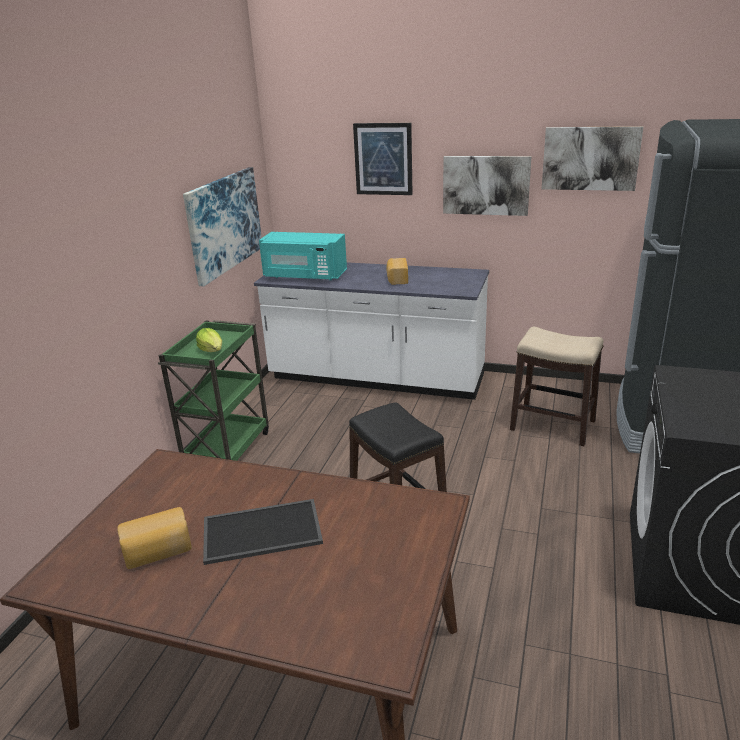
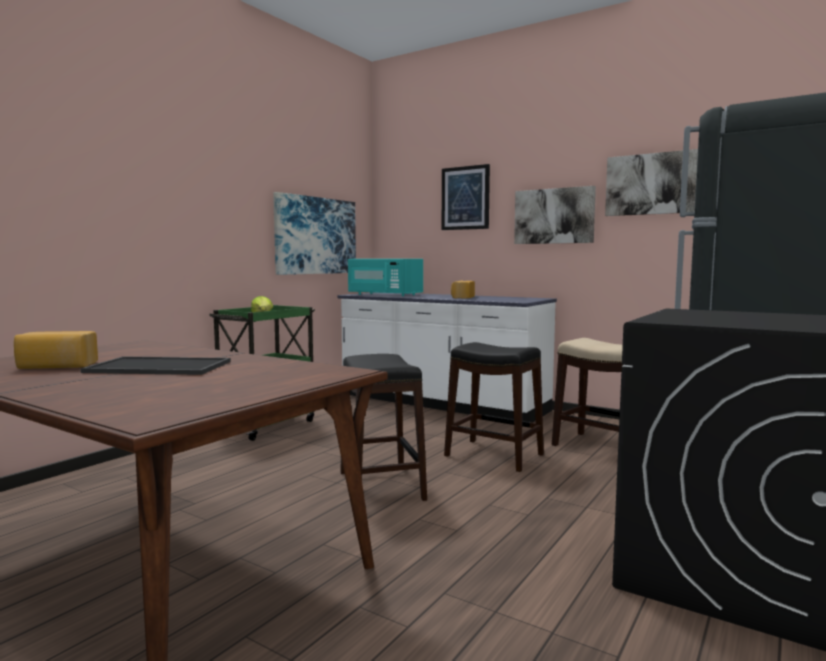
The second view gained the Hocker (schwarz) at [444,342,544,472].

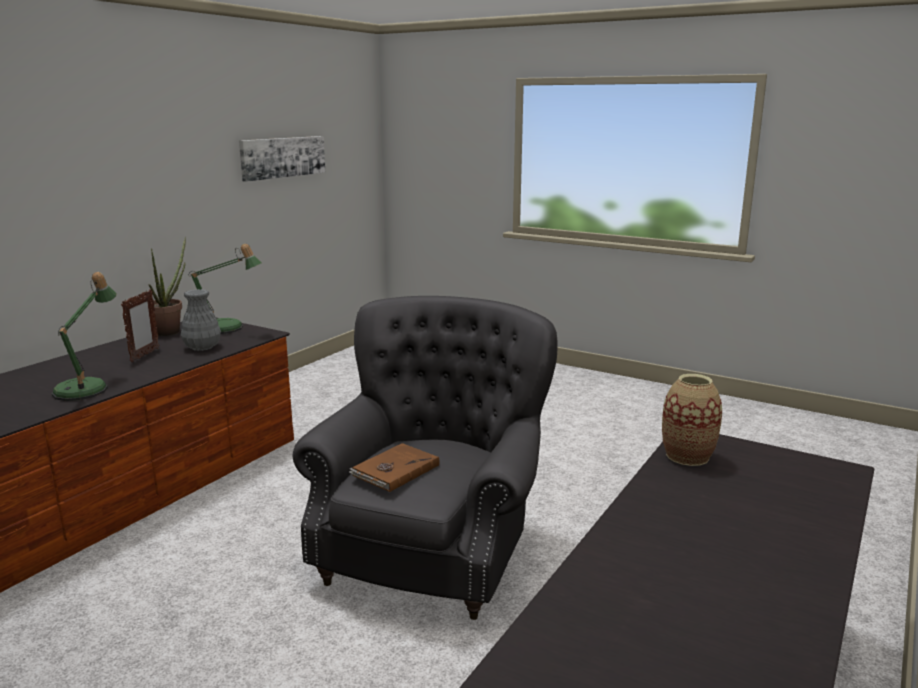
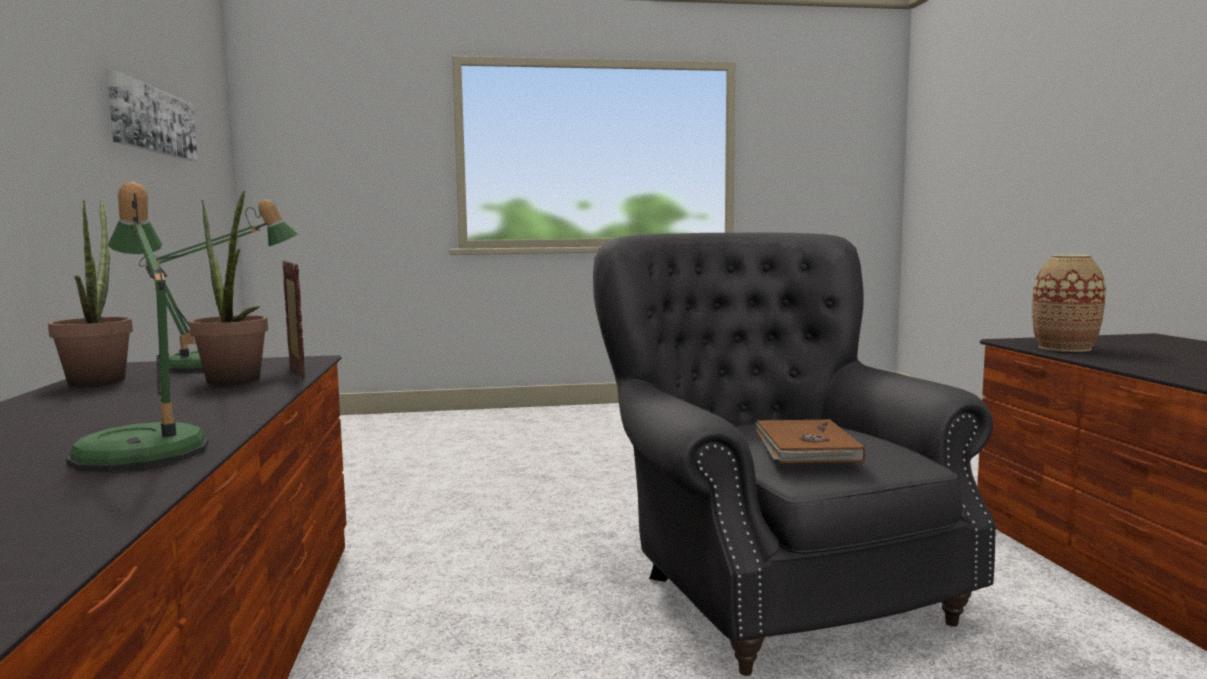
Where the Vase (grau) stood at [181,289,221,351], the Topfpflanze came to stand at [189,191,268,385].
The Bilderrahmen ended up elsewhere, having gone from [121,289,159,362] to [283,261,305,379].

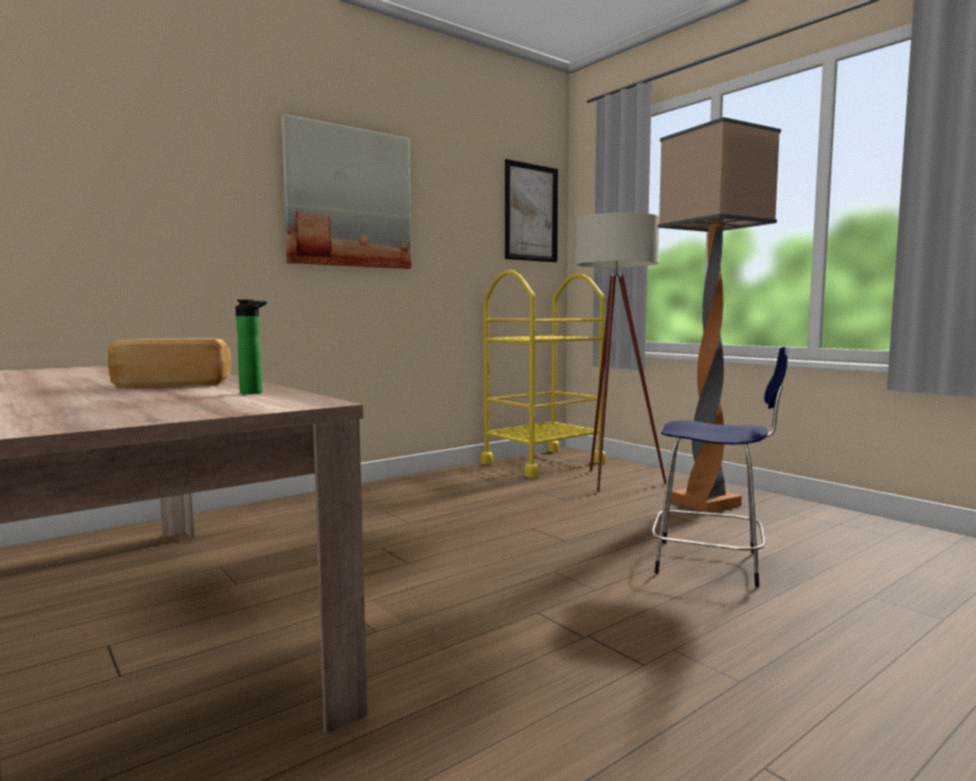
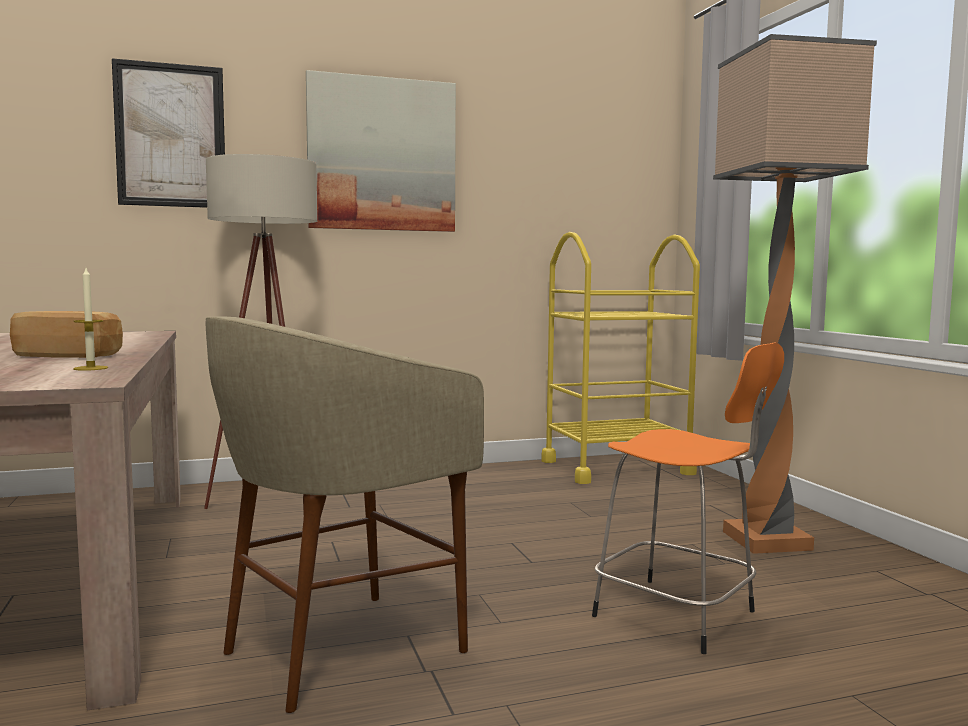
Where the Flasche stood at [235,299,267,394], the Kerze came to stand at [73,268,108,371].
The Bild ended up elsewhere, having gone from [505,159,558,262] to [112,58,225,208].
The Stehlampe (beige) ended up elsewhere, having gone from [575,212,666,492] to [204,154,317,509].
The second view gained the Hocker (beige) at [205,316,484,713].
What was the Hocker (blau) at [651,347,788,587] turned into the Hocker (orange) at [592,342,784,654].

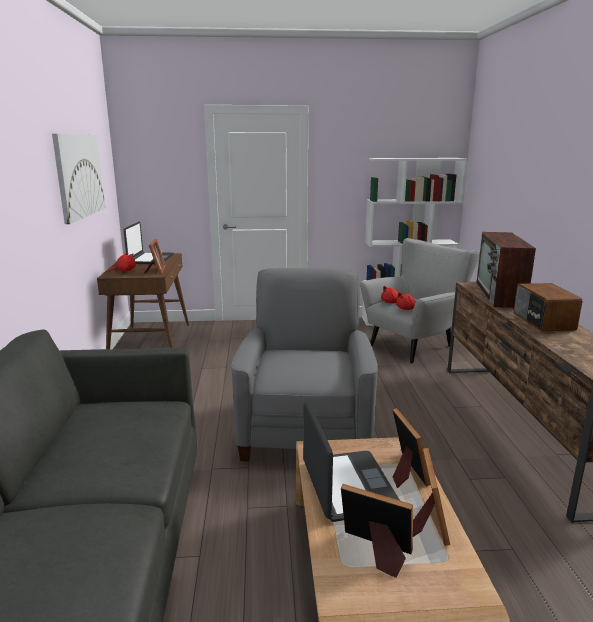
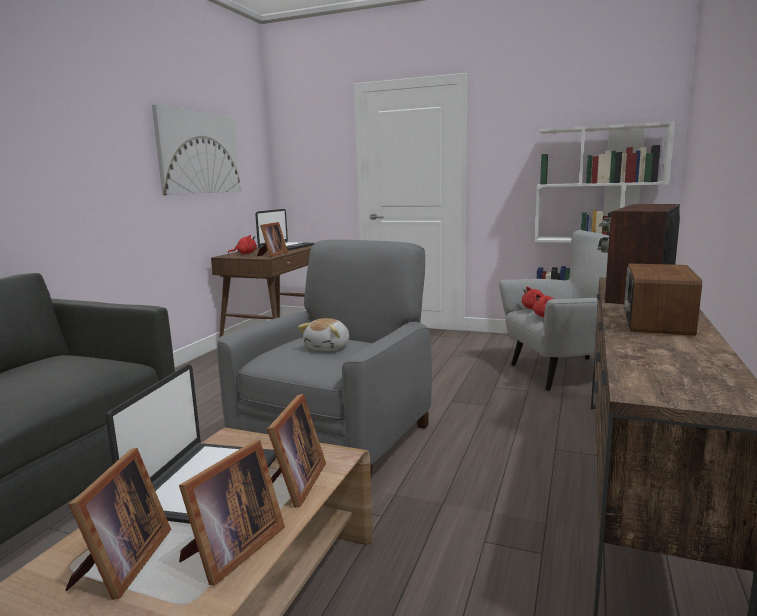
The Bilderrahmen at [341,484,413,578] ended up facing another way, 45 degrees clockwise from before.
The second view gained the Plüschtier at [298,318,349,351].

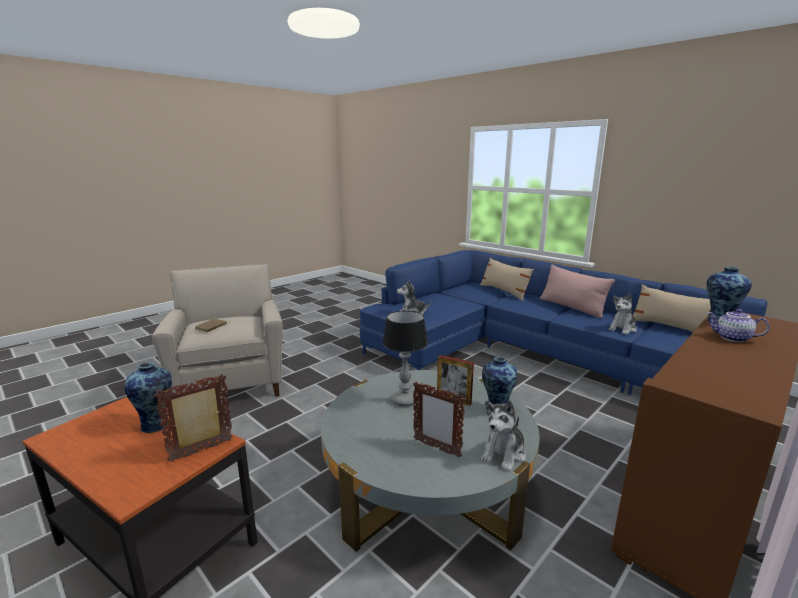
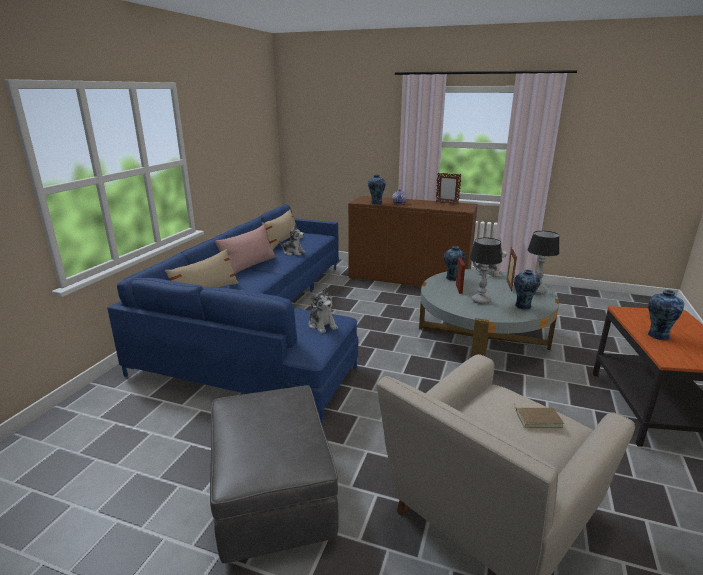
The second view gained the Polsterhocker (grau) at [210,385,339,563].
The Bilderrahmen ended up elsewhere, having gone from [154,374,233,462] to [436,173,462,205].
The second view gained the Vase at [514,270,540,310].
The second view gained the Tischlampe at [528,231,559,294].

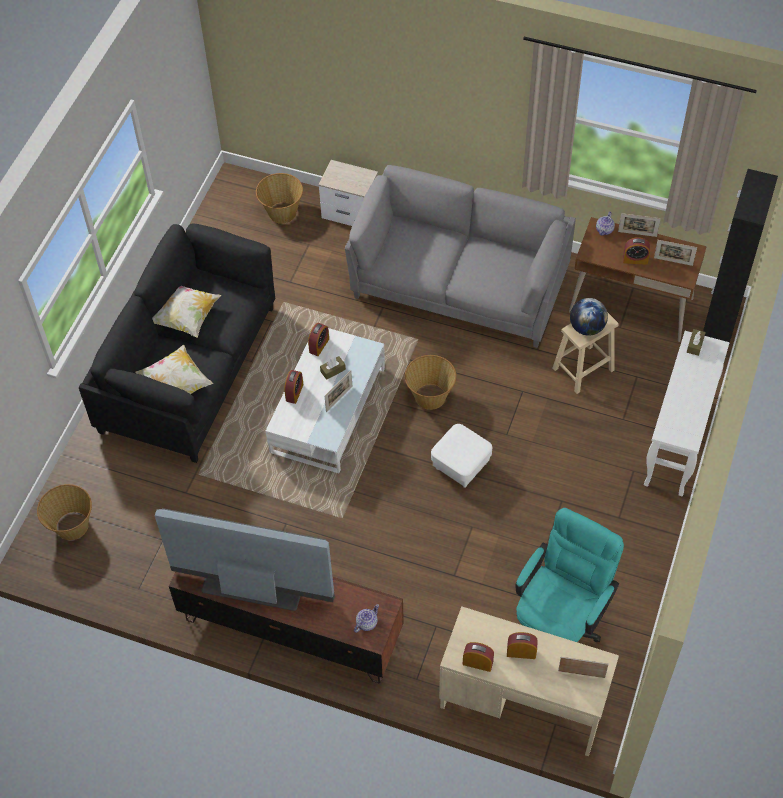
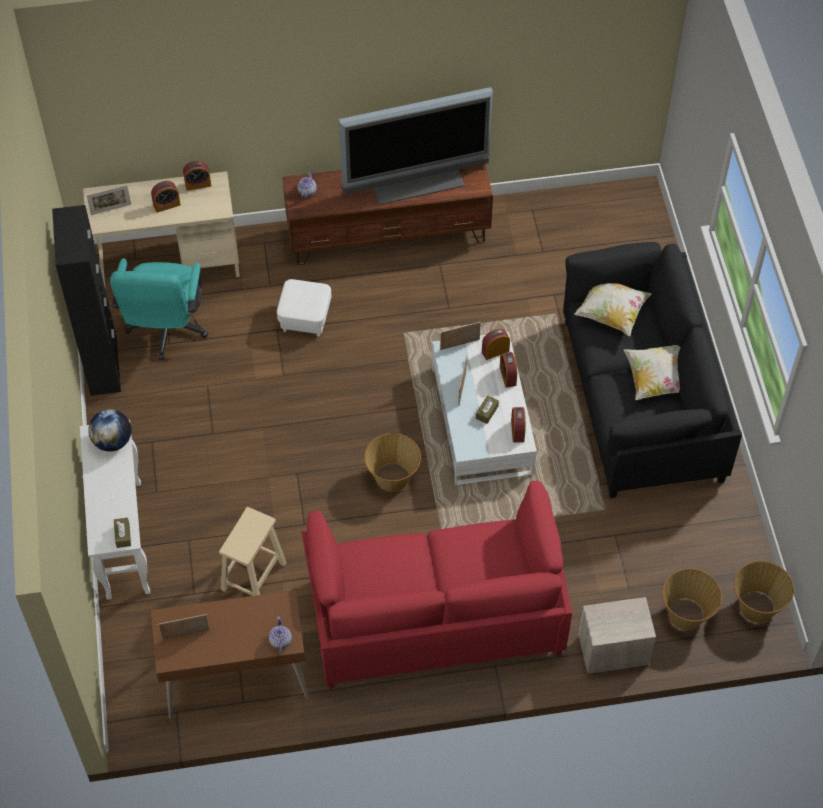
The Schrank (schwarz) ended up elsewhere, having gone from [703,169,778,347] to [52,205,121,396].
The Globus ended up elsewhere, having gone from [570,298,608,336] to [88,409,131,452].
The Polsterhocker (weiß) ended up elsewhere, having gone from [431,424,492,488] to [277,279,331,337].
What was the Sofa (grau) at [345,165,576,348] turned into the Sofa (rot) at [301,481,572,689].
The Bilderrahmen ended up elsewhere, having gone from [618,213,661,237] to [440,322,481,350].
The Wecker ended up elsewhere, having gone from [623,237,650,265] to [482,328,510,360].
The Korb ended up elsewhere, having gone from [37,484,92,540] to [734,561,794,623].

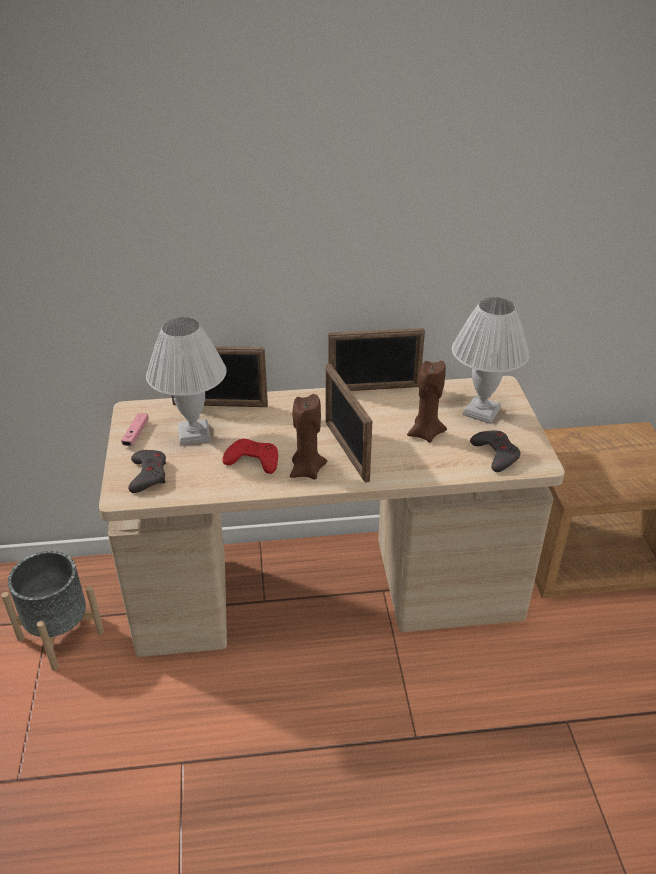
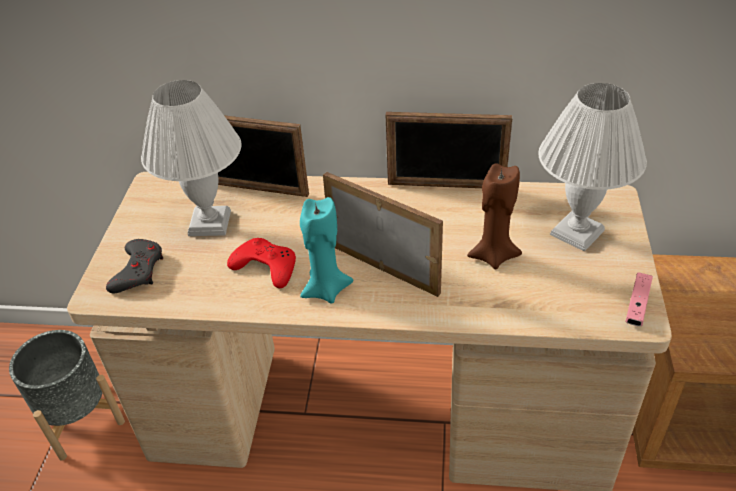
What was the Kerze (braun) at [290,394,327,479] turned into the Kerze (türkis) at [300,197,353,304].
The Bilderrahmen at [325,363,372,483] ended up facing another way, 135 degrees clockwise from before.
The Gamepad (rosa) ended up elsewhere, having gone from [121,413,149,446] to [625,273,653,326].
The second view lost the Gamepad (grau) at [470,431,520,472].

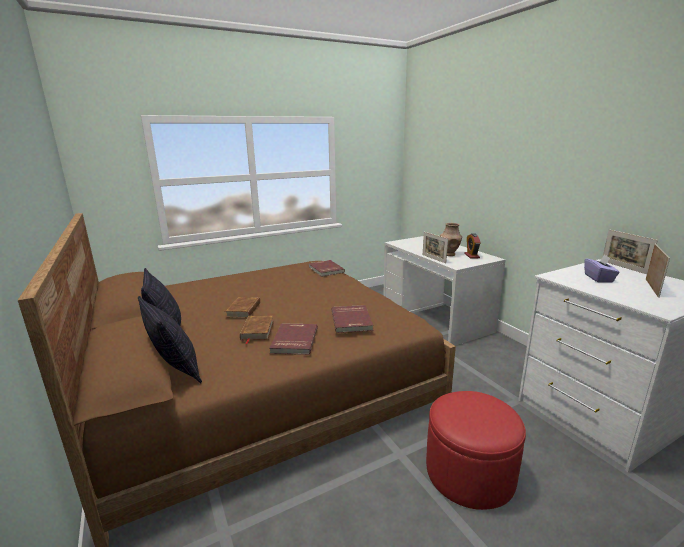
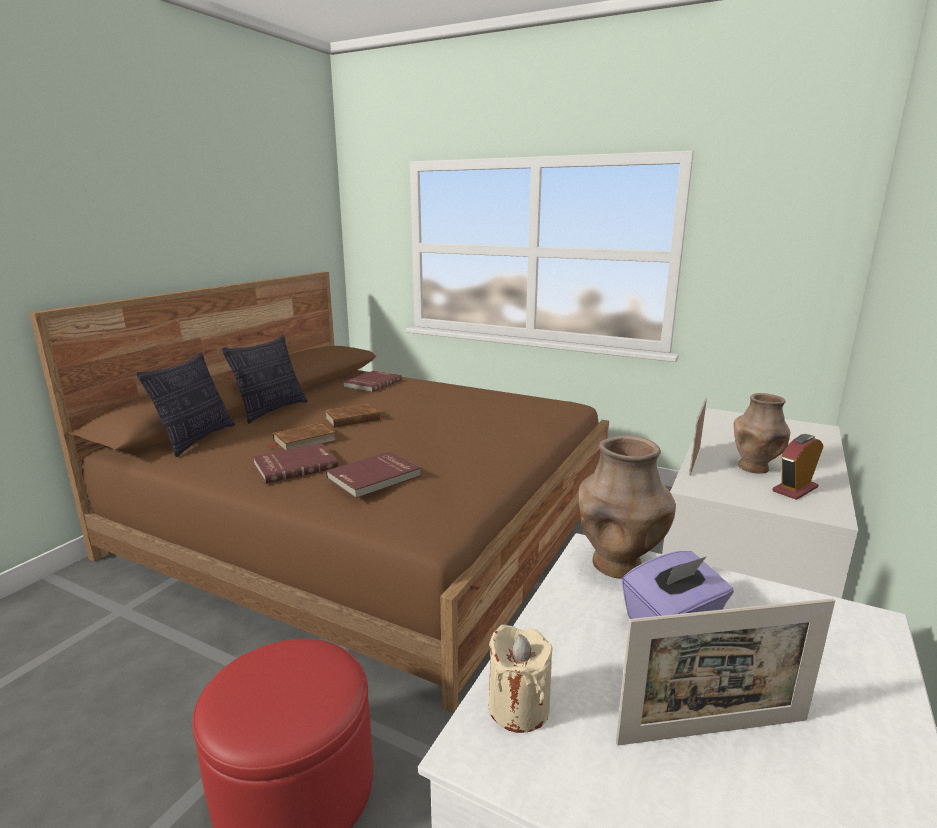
The Buch (rot) ended up elsewhere, having gone from [308,260,345,277] to [343,371,402,392].
The second view gained the Kerze (beige) at [489,624,553,733].
The second view gained the Vase (braun) at [579,436,676,579].
The second view lost the Bilderrahmen at [603,229,658,274].

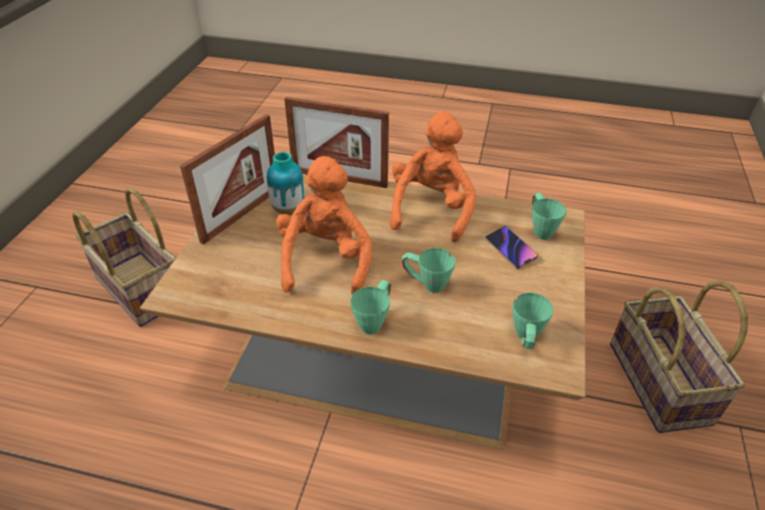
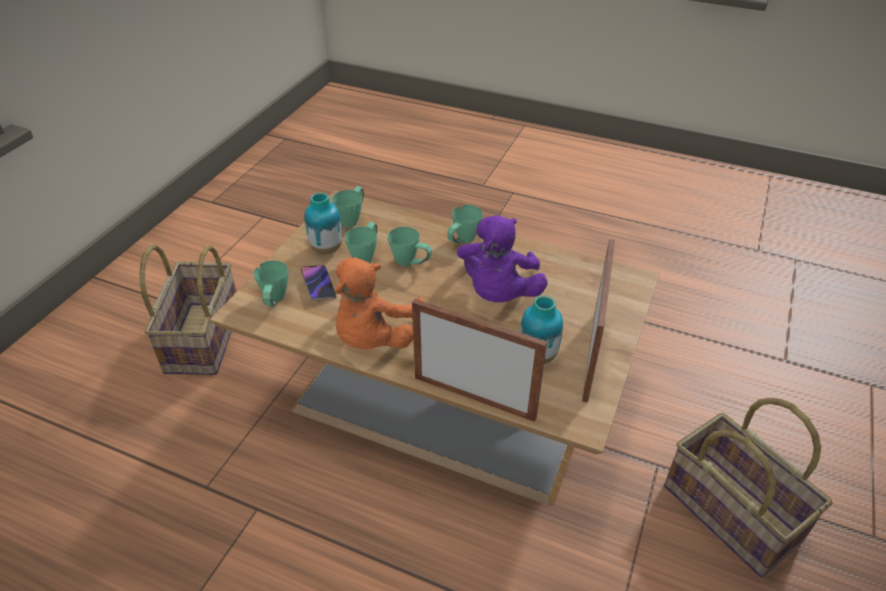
The second view gained the Vase at [305,192,342,254].
The second view gained the Henkelbecher (grün) at [345,222,377,263].
What was the Plüschtier (orange) at [276,156,372,295] turned into the Plüschtier (lila) at [457,215,548,302].
The Bilderrahmen at [180,114,275,245] ended up facing another way, 150 degrees clockwise from before.

